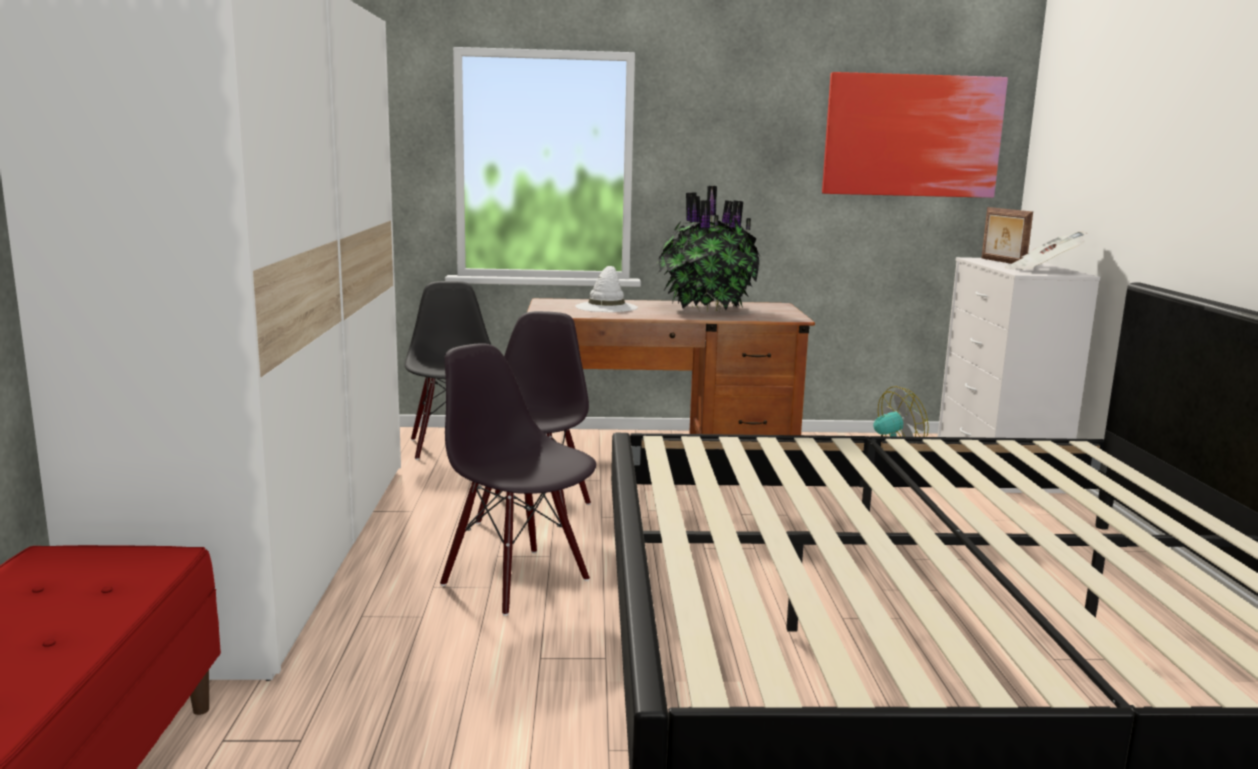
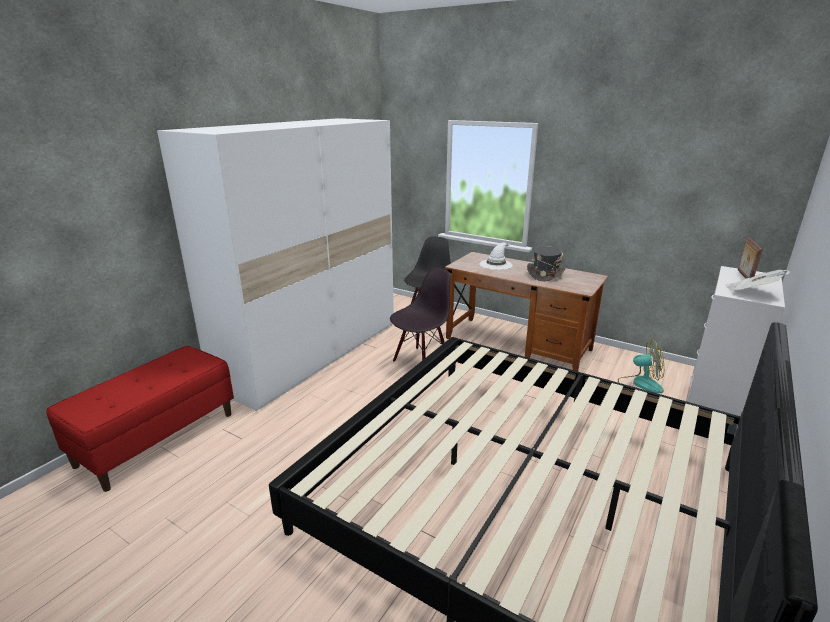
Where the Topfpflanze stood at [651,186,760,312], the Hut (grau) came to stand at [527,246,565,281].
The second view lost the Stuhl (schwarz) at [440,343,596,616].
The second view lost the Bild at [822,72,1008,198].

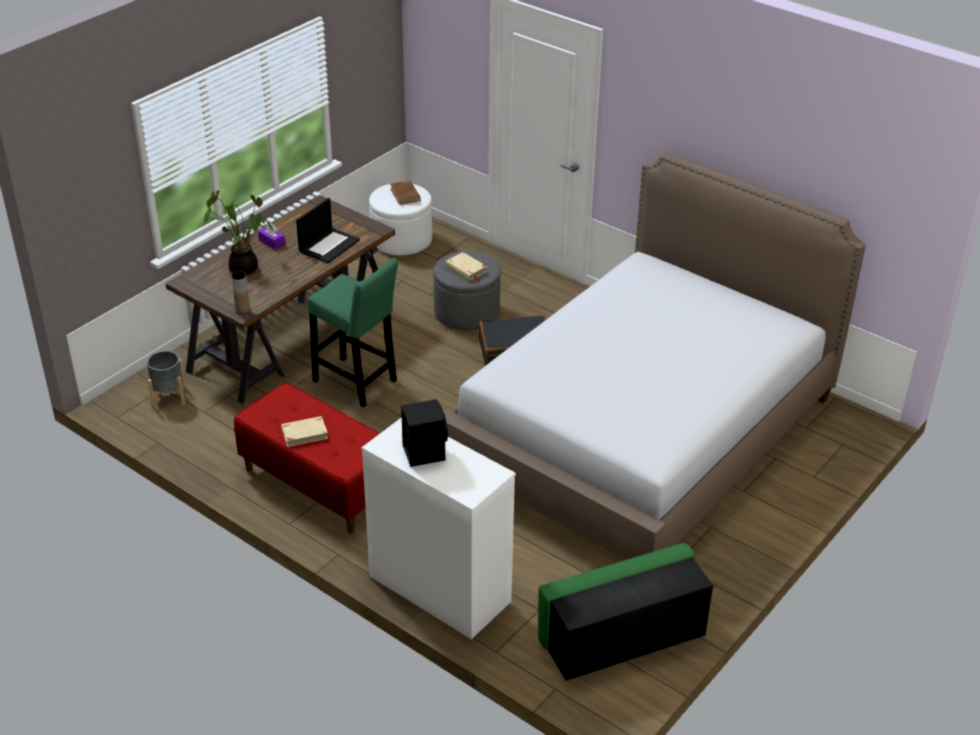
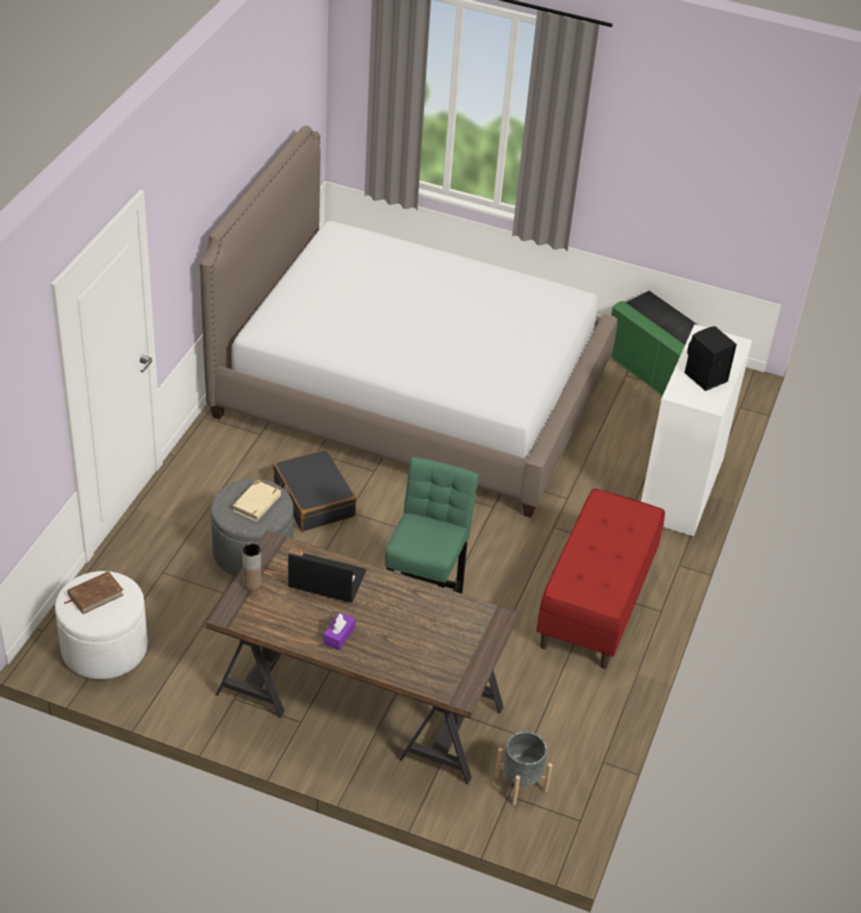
The Vase (braun) ended up elsewhere, having gone from [231,271,250,314] to [243,543,261,591].
The second view lost the Topfpflanze at [204,190,273,275].
The second view lost the Buch (beige) at [276,416,328,447].

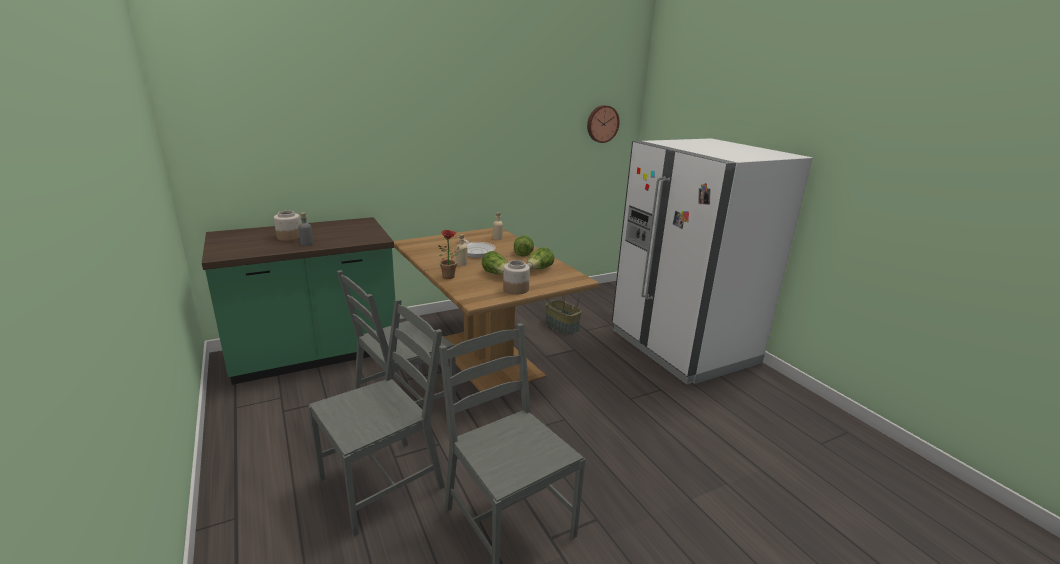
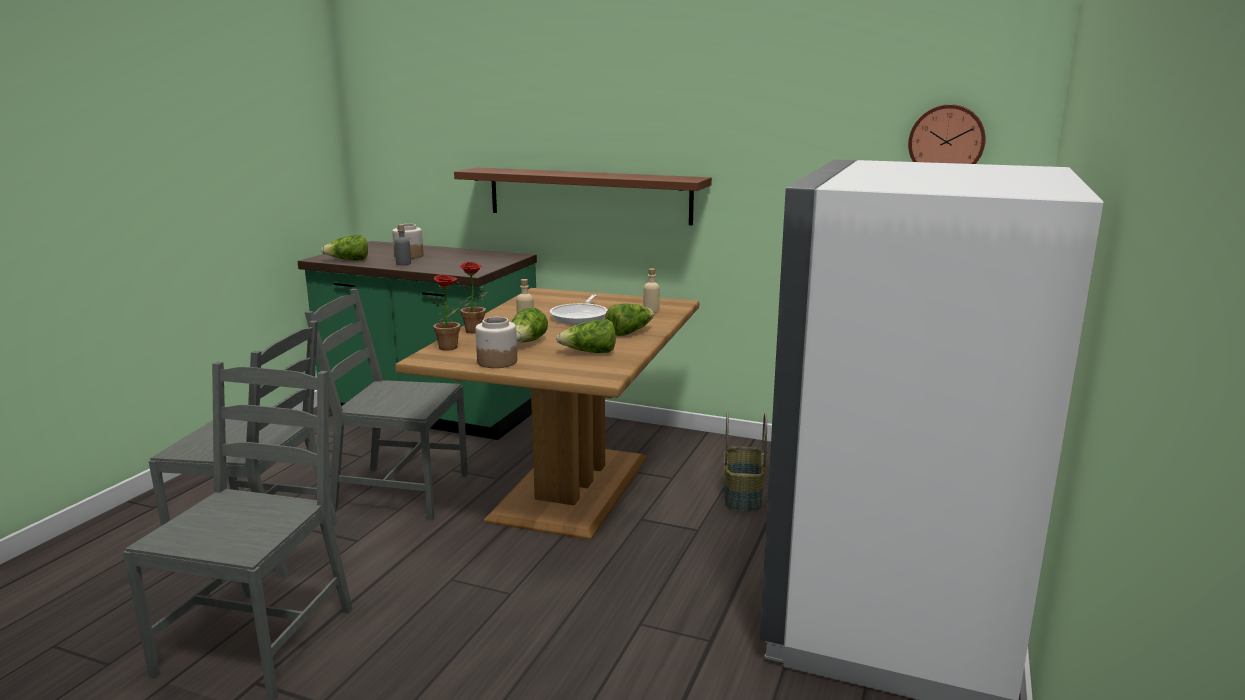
The second view gained the Salatkopf at [321,234,368,260].
The second view gained the Topfpflanze at [428,274,470,351].
The second view gained the Wandregal (braun) at [454,167,712,226].

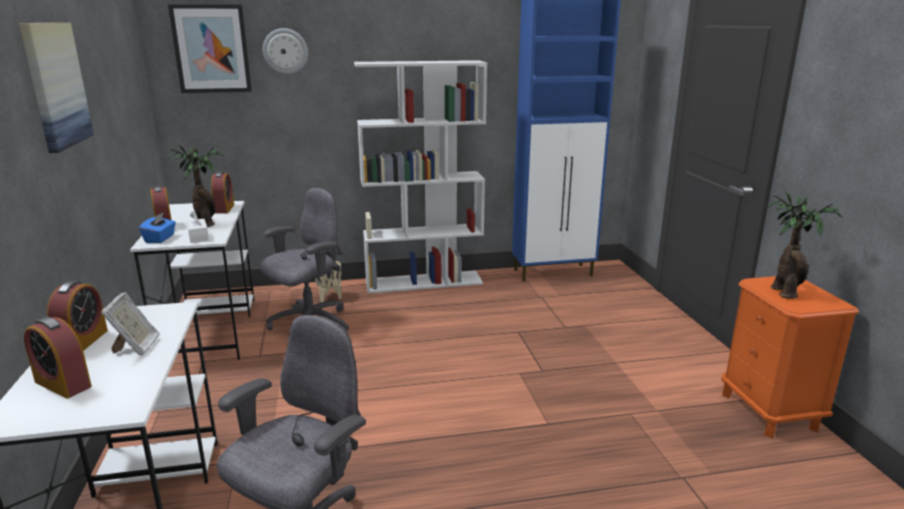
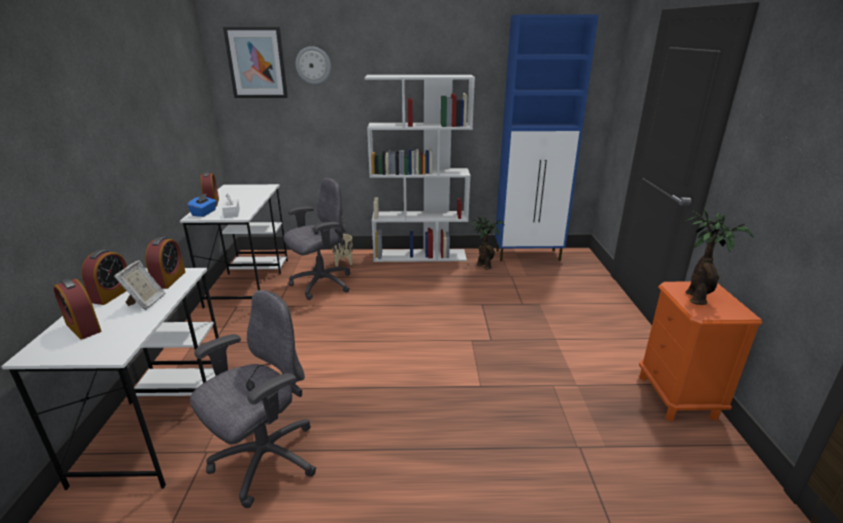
The Wecker ended up elsewhere, having gone from [211,172,234,214] to [145,237,185,289].
The Topfpflanze ended up elsewhere, having gone from [168,144,224,227] to [472,216,505,270].
The second view lost the Bild at [19,23,94,153].

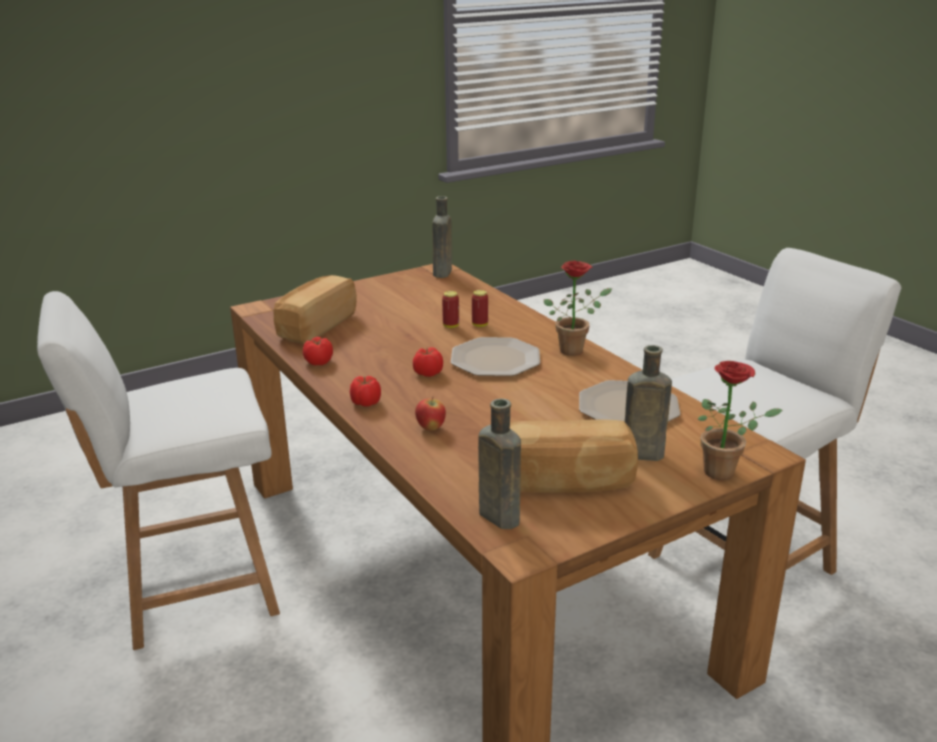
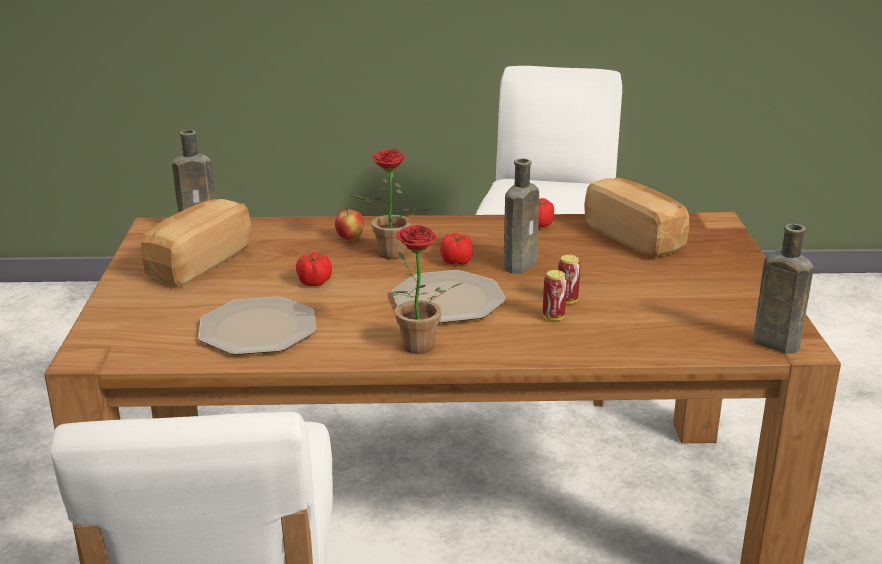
The Tomate ended up elsewhere, having gone from [350,376,381,407] to [296,252,332,286].
The Topfpflanze ended up elsewhere, having gone from [698,361,783,480] to [352,149,431,259].
The Flasche (braun) ended up elsewhere, having gone from [625,345,672,461] to [504,159,539,273].

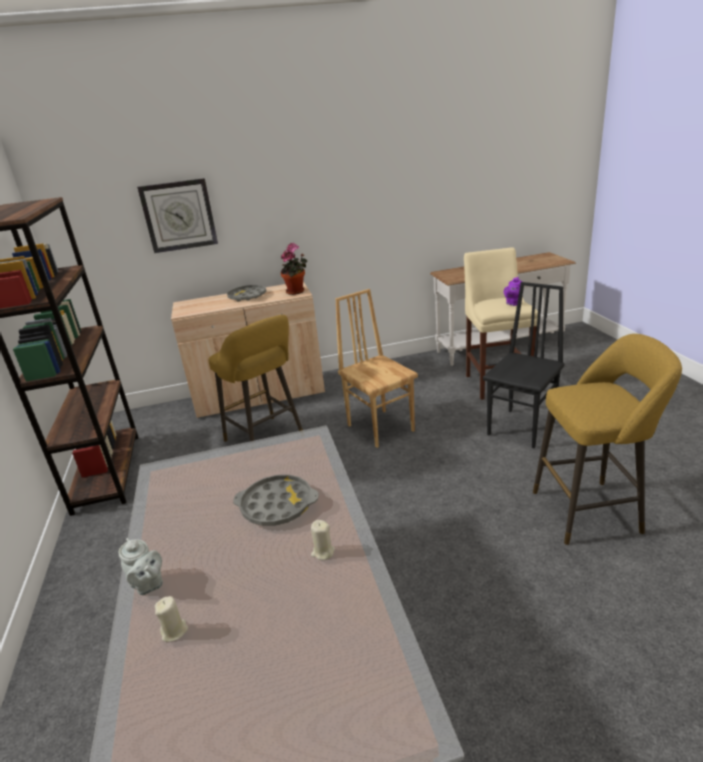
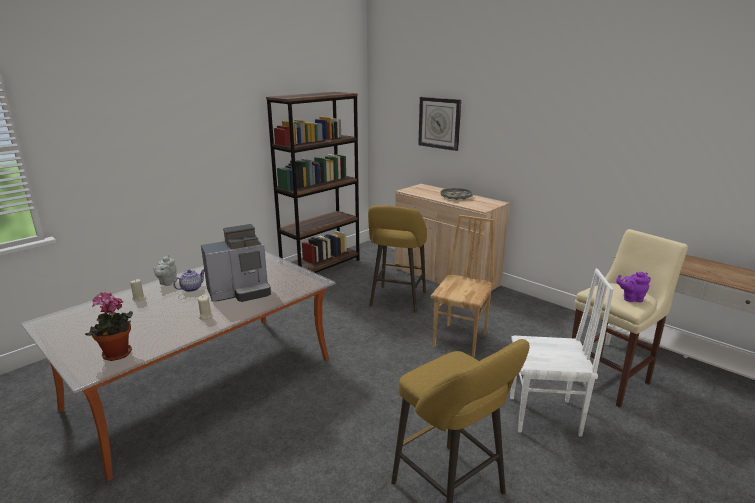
The Topfpflanze ended up elsewhere, having gone from [281,243,307,295] to [85,292,133,361].
The second view gained the Teekanne at [173,269,204,292].
Where the Tablett (grau) stood at [233,475,319,526], the Kaffeemaschine came to stand at [201,224,271,302].
What was the Stuhl (schwarz) at [483,282,564,448] turned into the Stuhl (weiß) at [510,269,614,437].

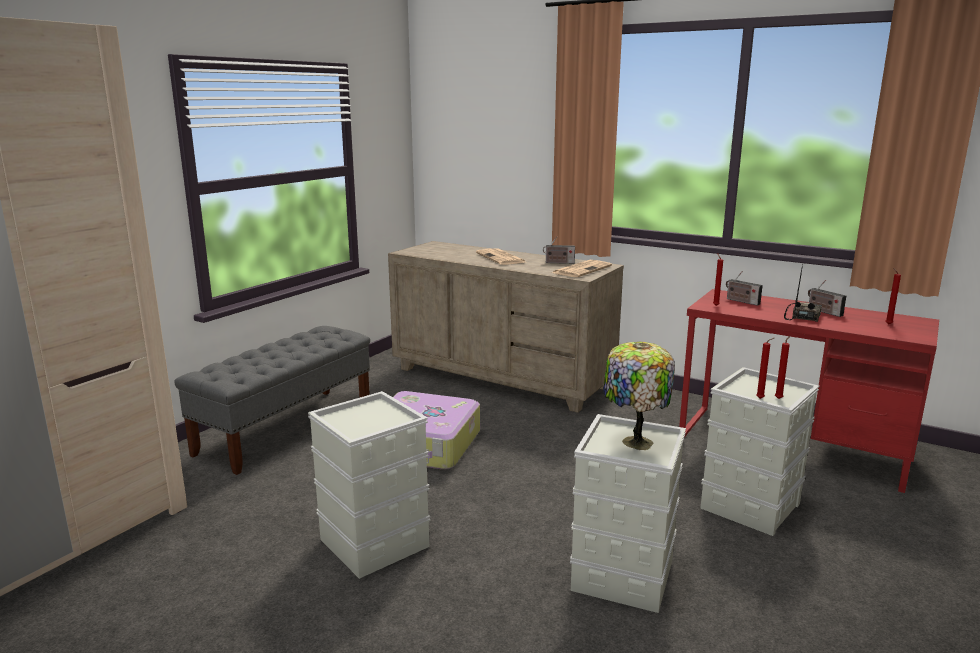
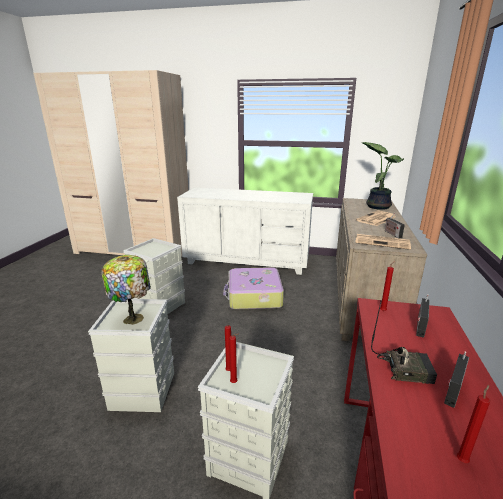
Where the Bank (grau) stood at [174,326,370,475], the Kommode (weiß) came to stand at [177,187,313,275].
The second view gained the Topfpflanze at [362,142,404,210].

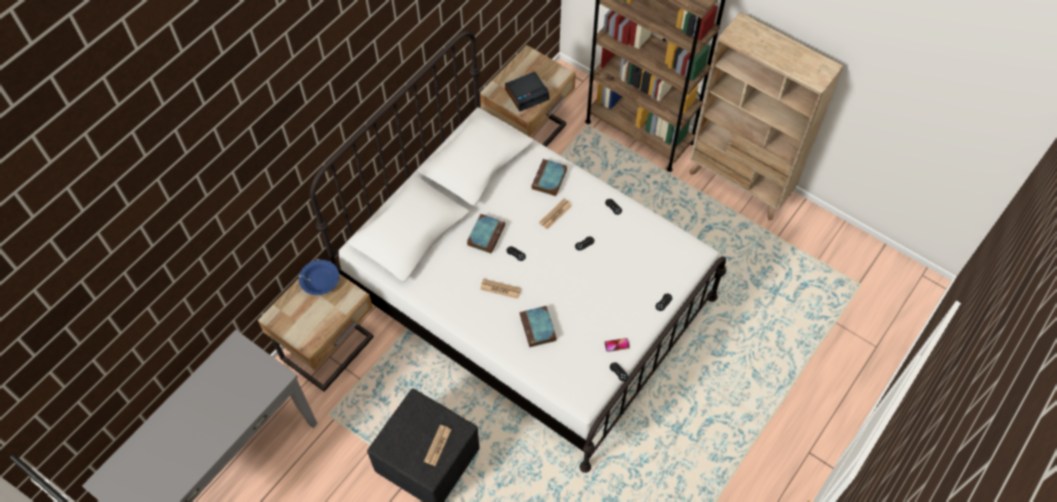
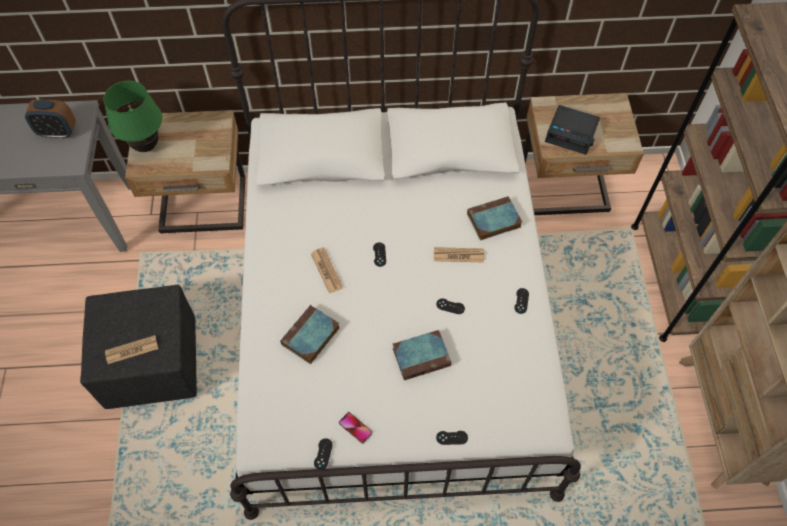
The second view gained the Wecker at [25,99,76,138].
The second view gained the Tischlampe (grün) at [103,81,162,152].
The Buch ended up elsewhere, having gone from [467,214,505,253] to [393,330,452,380].
The second view lost the Schüssel (blau) at [299,260,339,295].

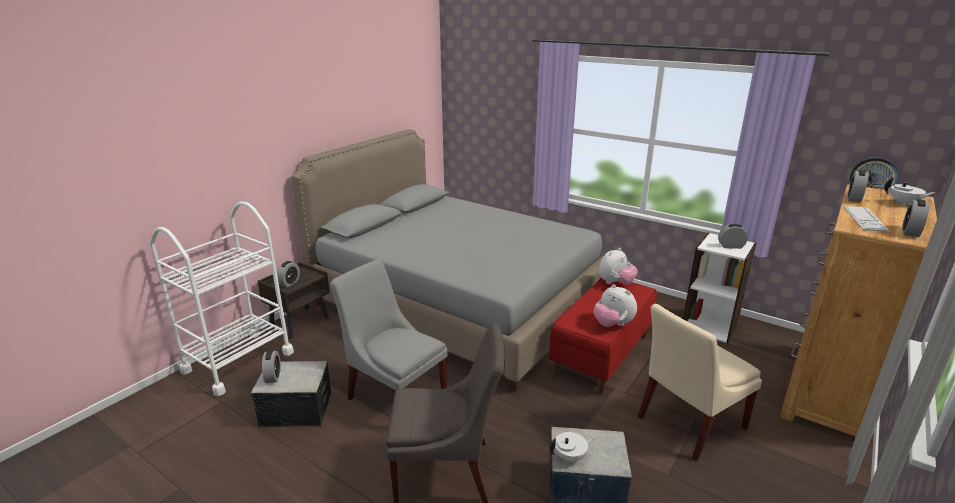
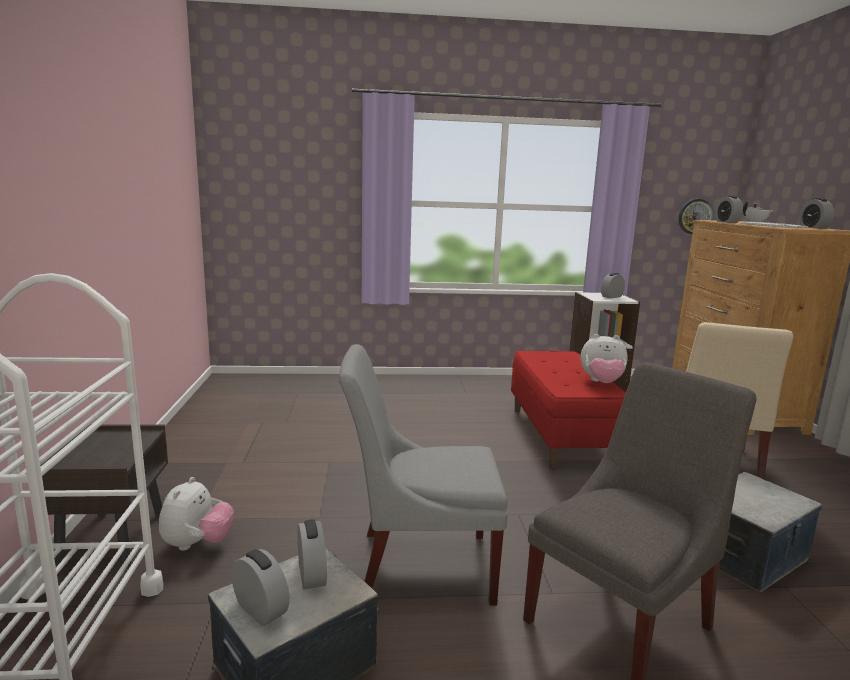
The Plüschtier ended up elsewhere, having gone from [599,248,638,285] to [159,477,234,551].
The Wecker ended up elsewhere, having gone from [277,261,300,287] to [297,519,327,589].
The second view lost the Bett (grau) at [291,129,603,392].
The second view lost the Teekanne (weiß) at [549,432,595,464].

